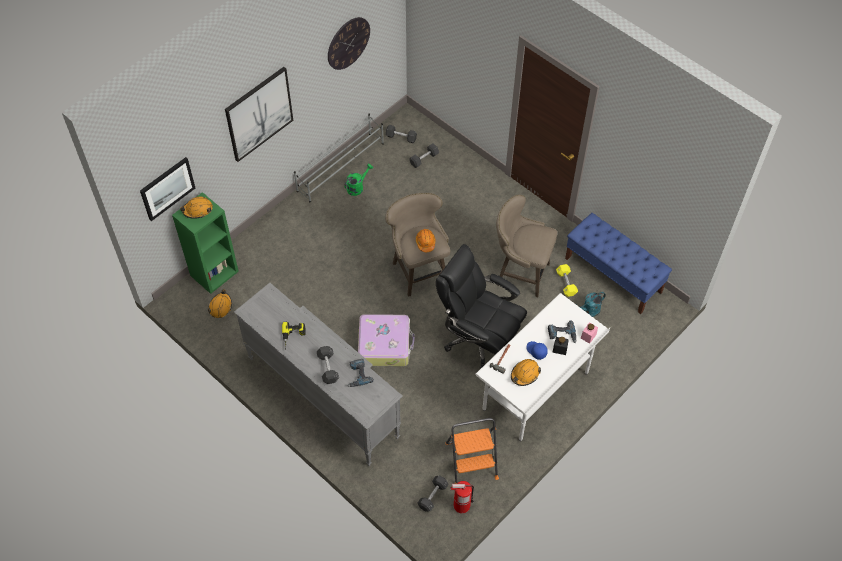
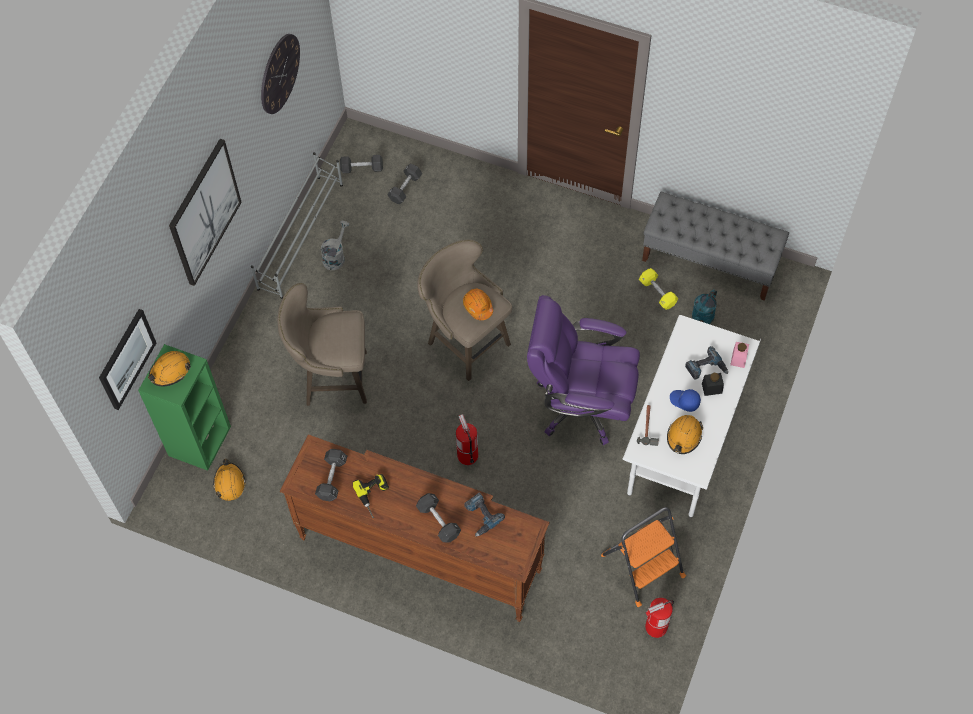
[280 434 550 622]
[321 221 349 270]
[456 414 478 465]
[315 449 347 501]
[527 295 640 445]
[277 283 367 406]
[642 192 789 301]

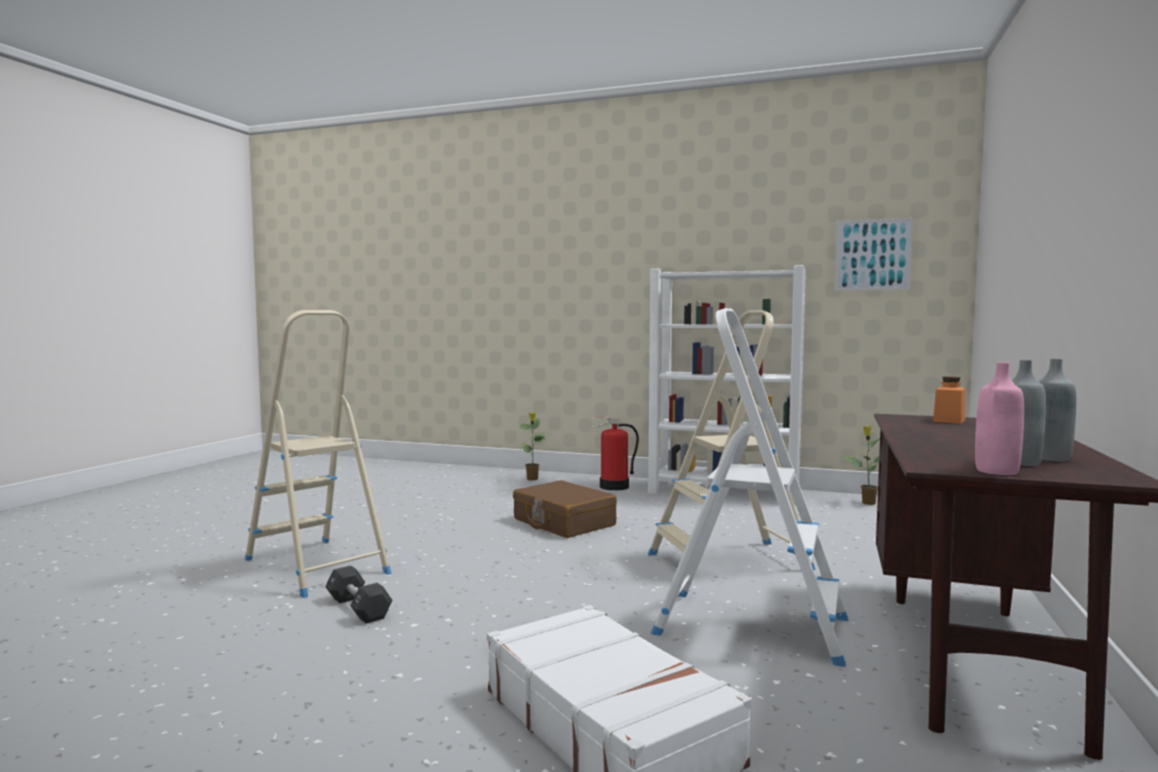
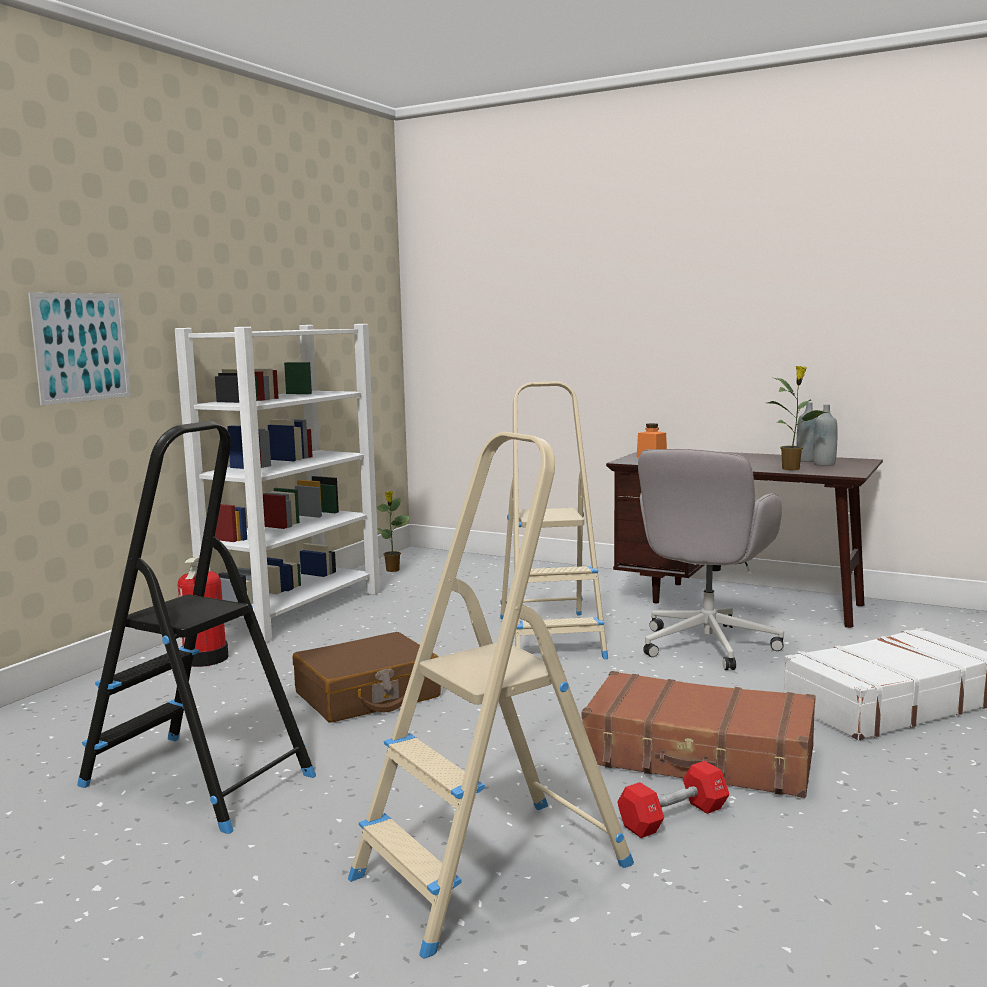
[618 761 730 838]
[768 366 828 470]
[638 449 784 670]
[28 292 131 405]
[975 362 1024 475] (first image)
[77 421 316 834]
[581 671 816 798]

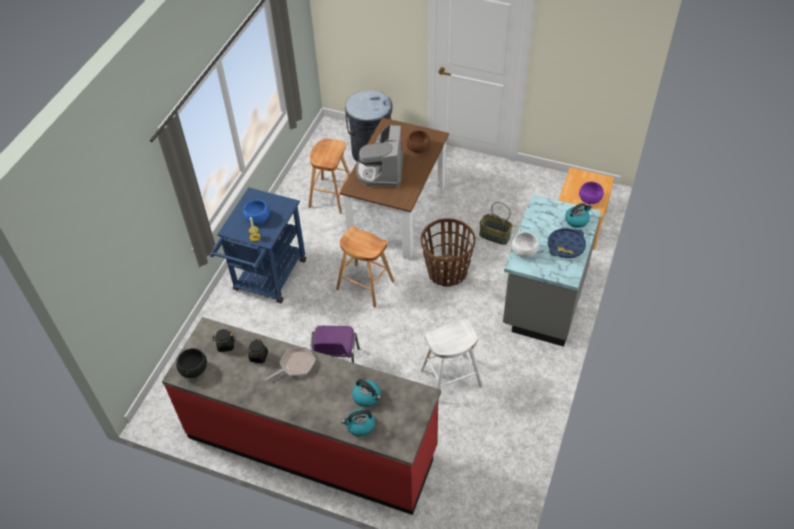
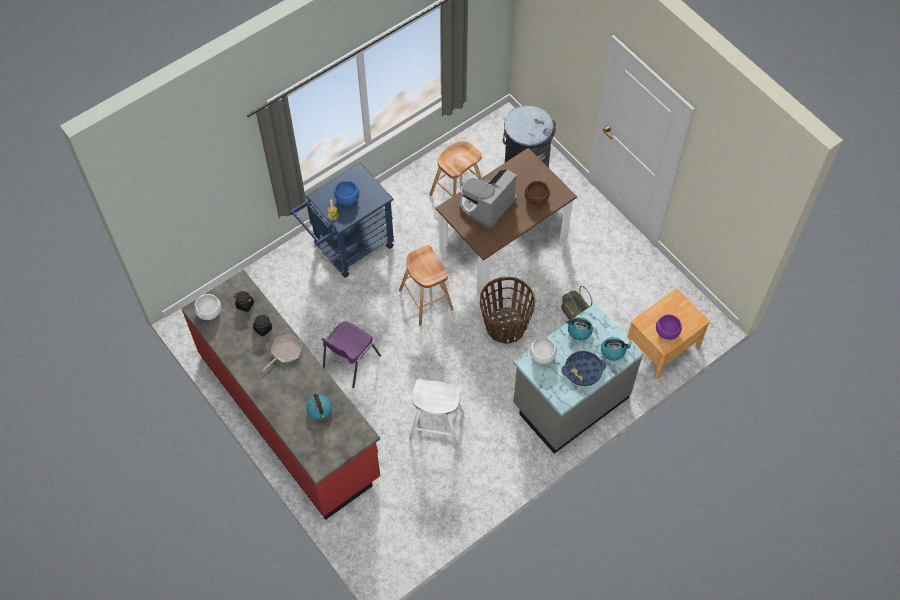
[194 294 221 320]
[261 334 303 372]
[566 317 593 340]

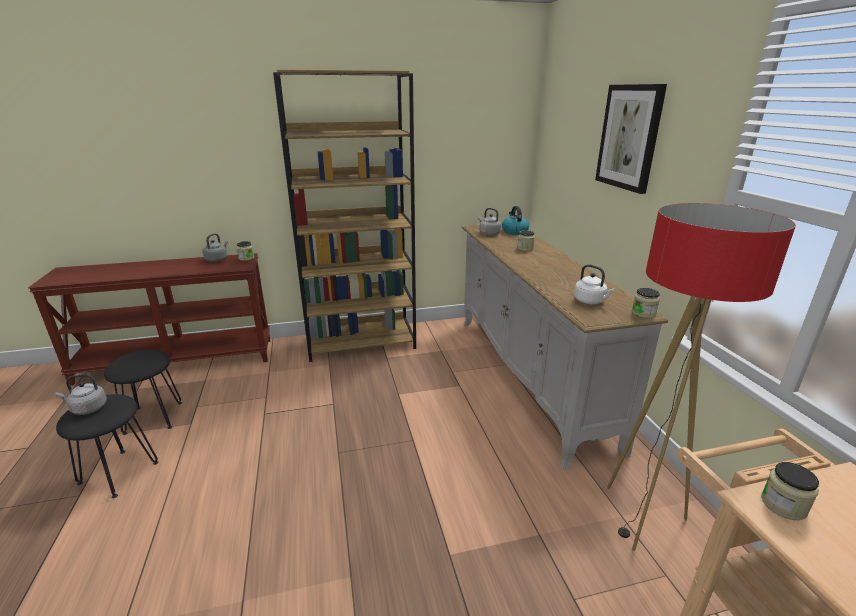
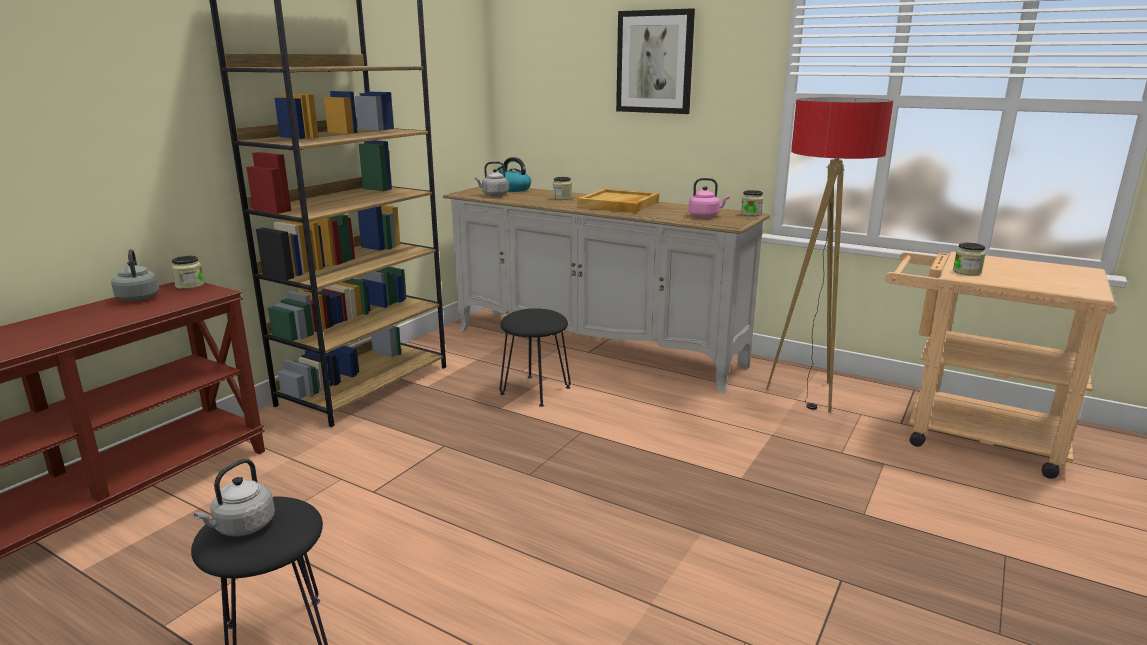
[499 308 571 407]
[688 178 730 218]
[577 189 659 213]

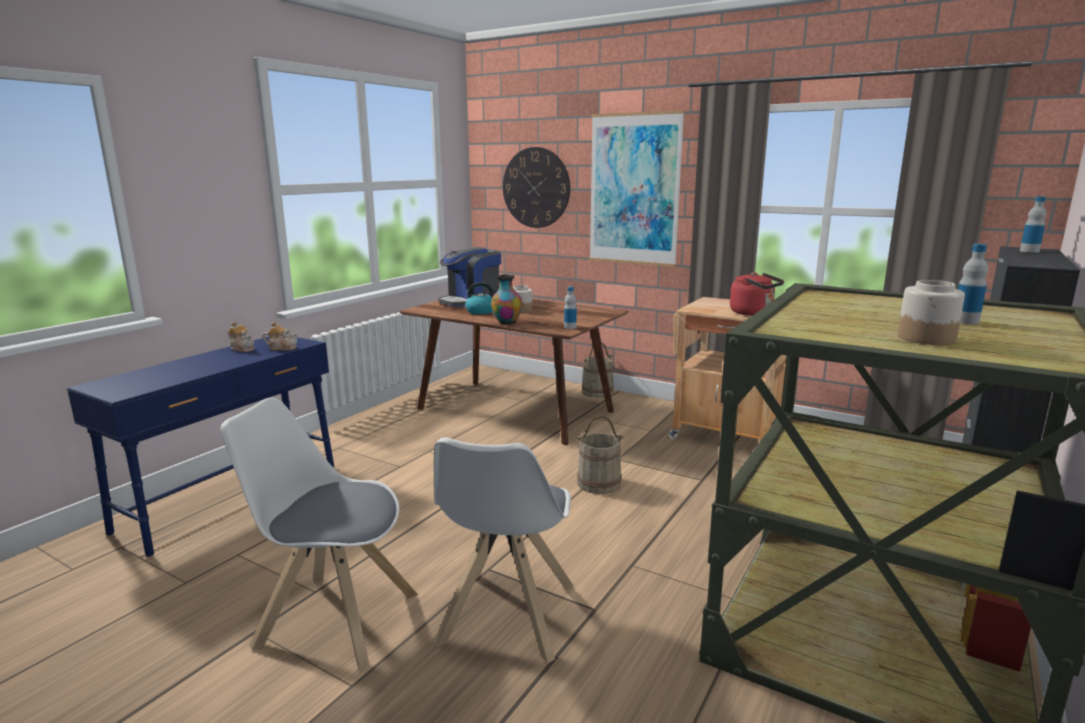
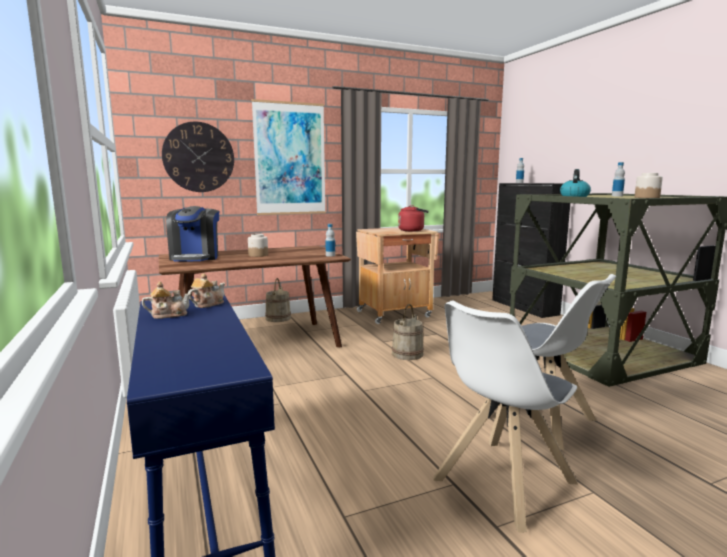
[560 169 591 197]
[491 274 522 325] (first image)

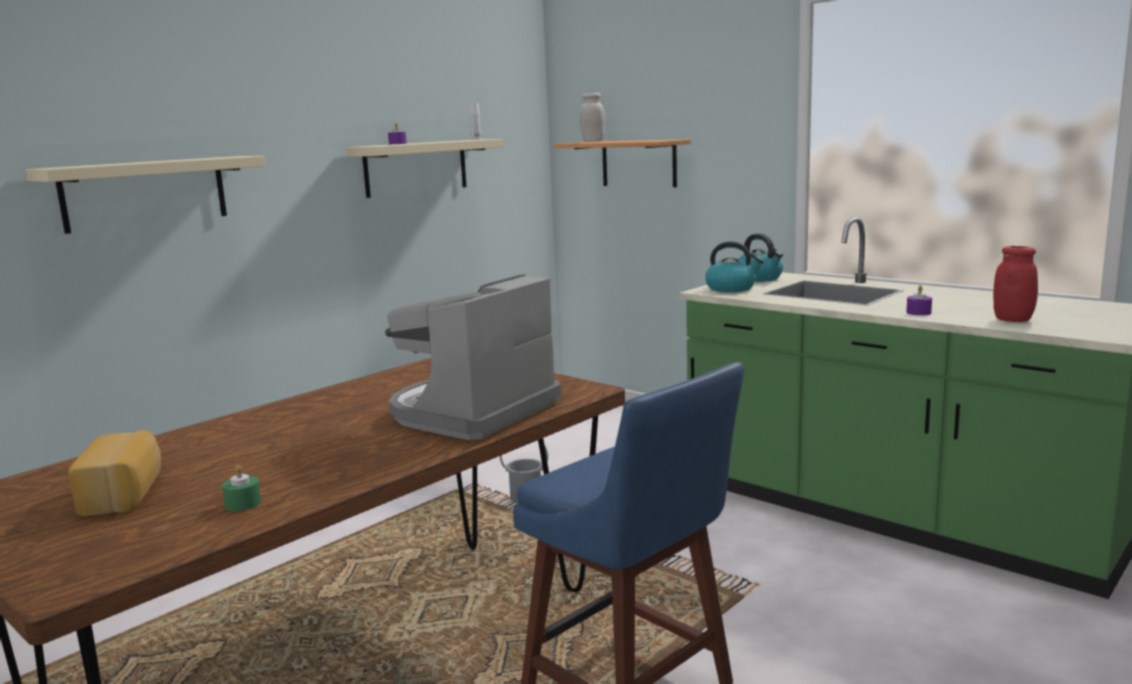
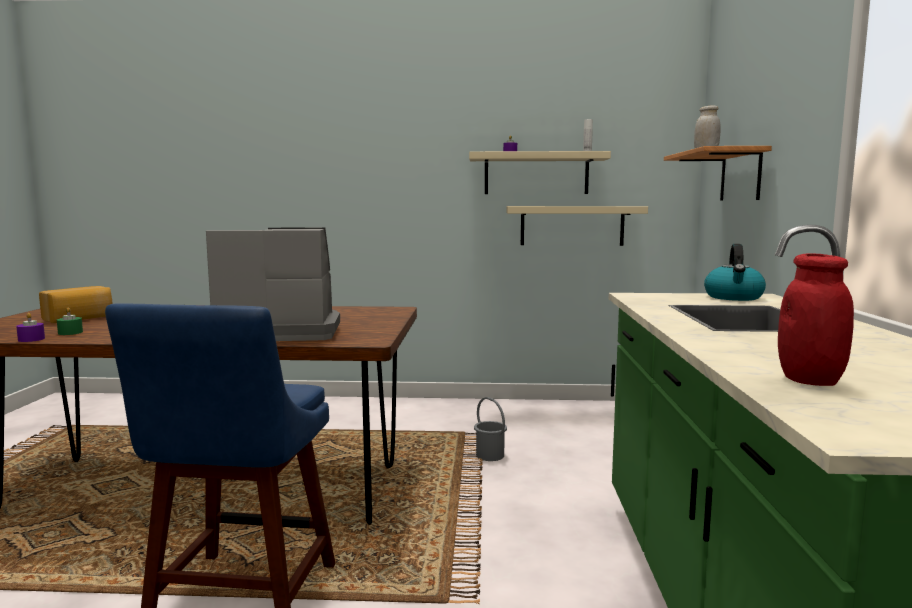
[506 206 648 246]
[705 241 764 292] (first image)
[16 313 45 342]

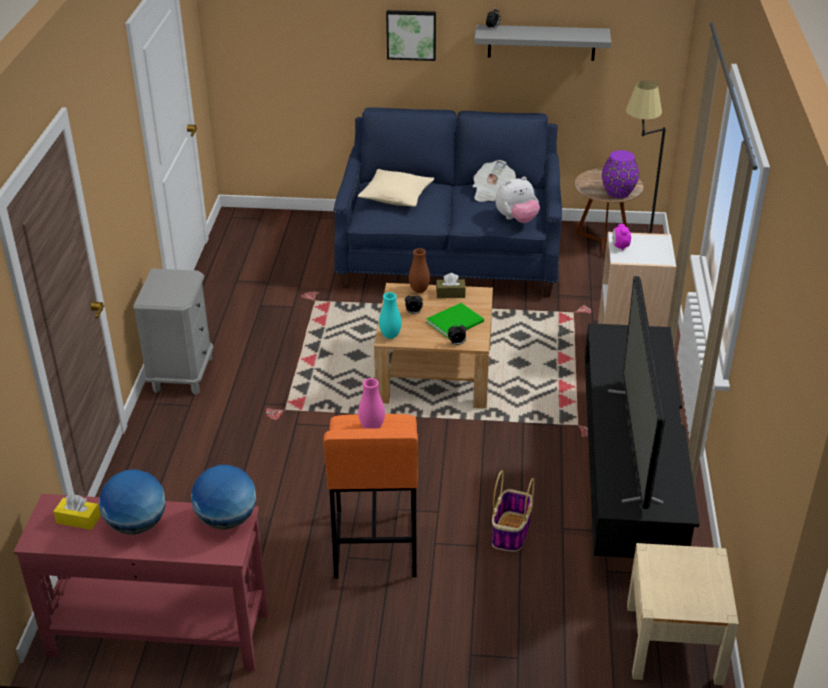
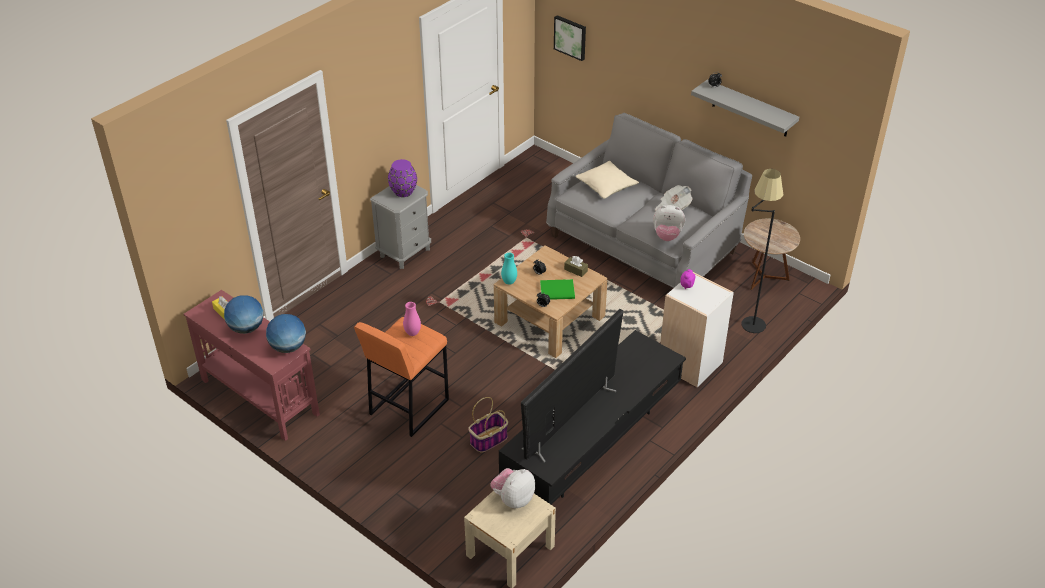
[546 113 752 288]
[554 15 586 61]
[409 248 430 293] (first image)
[388 159 417 197]
[490 468 535 508]

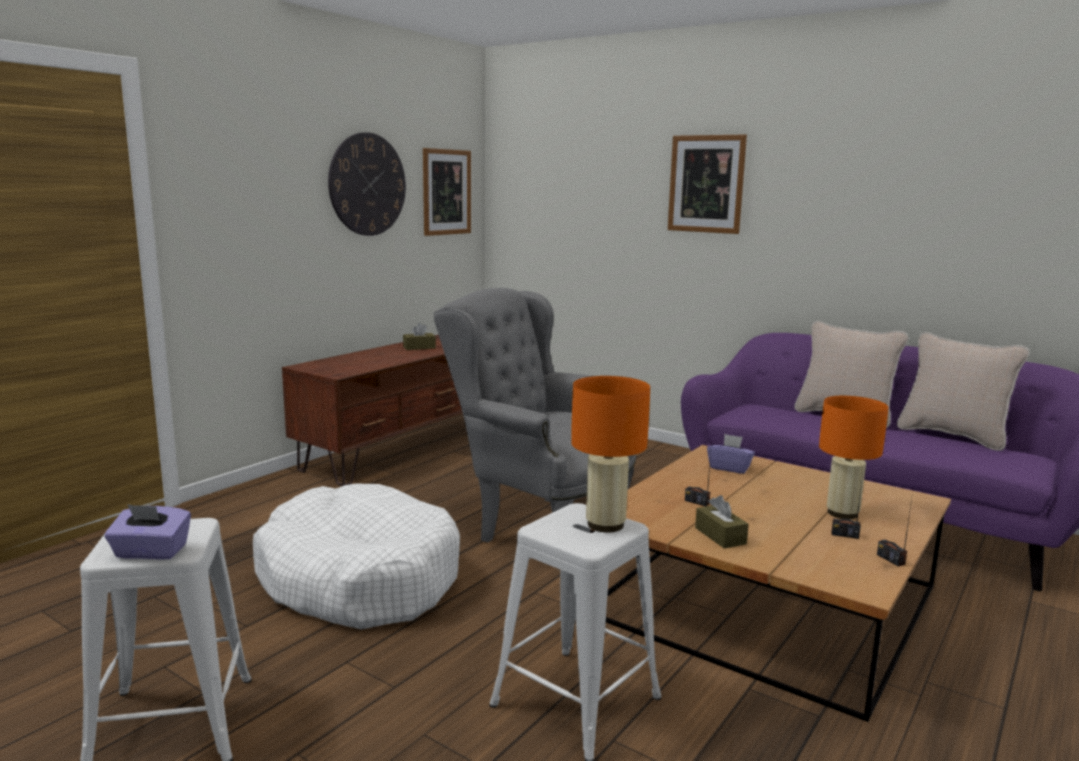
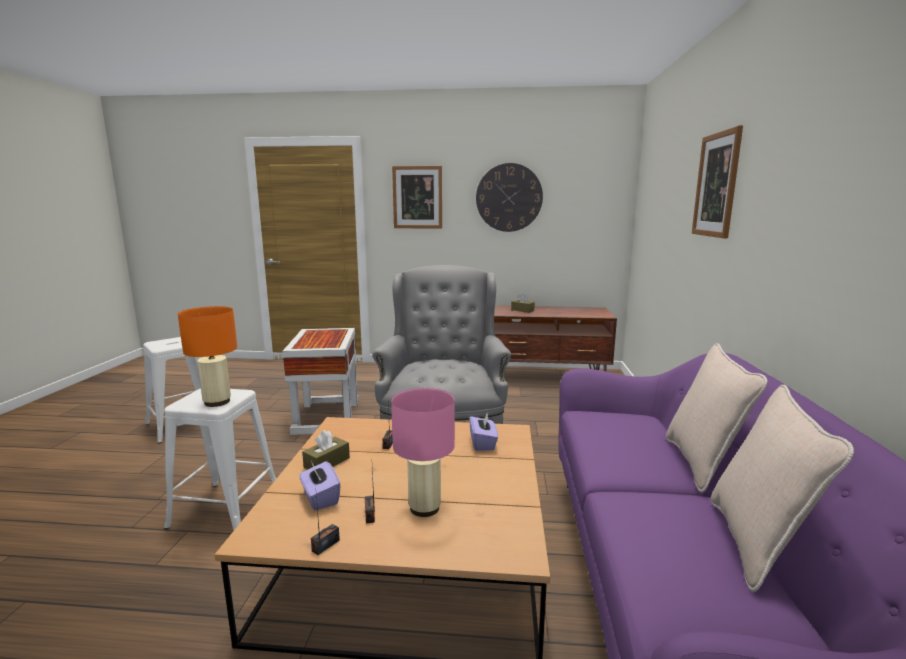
[299 461 341 511]
[282 328 359 435]
[392 166 442 228]
[391 388 455 517]

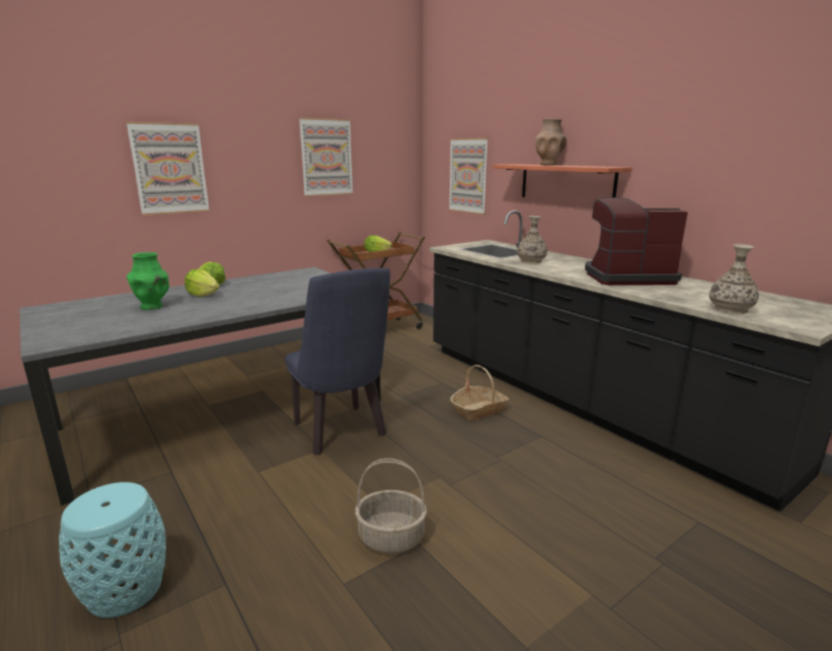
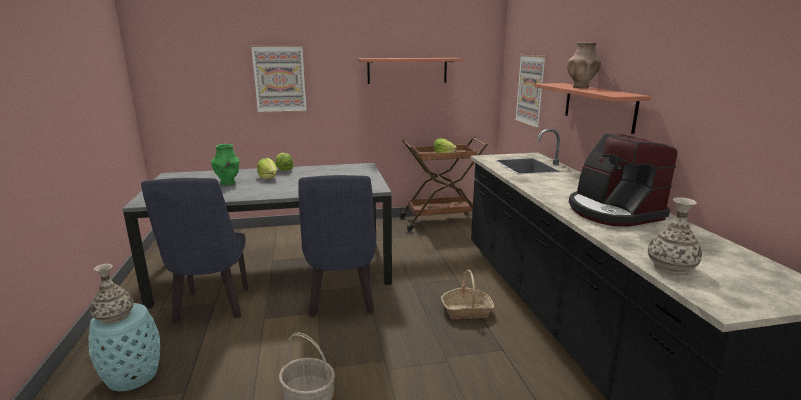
[358 58 463 84]
[90 264 133 324]
[569 134 677 227]
[141 178 248 323]

